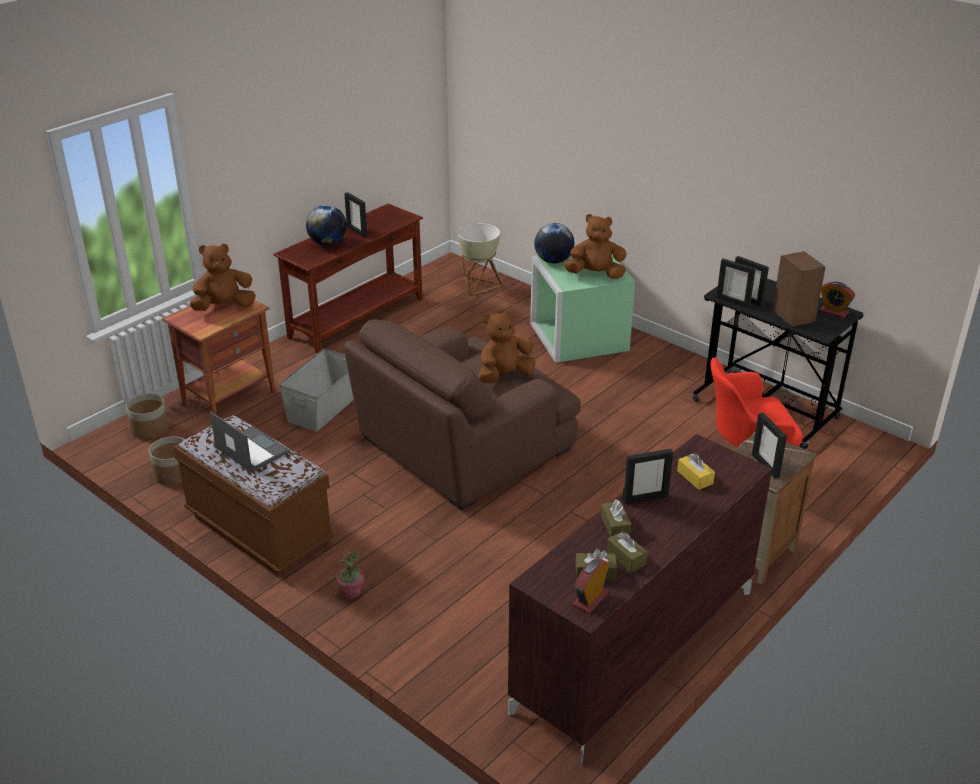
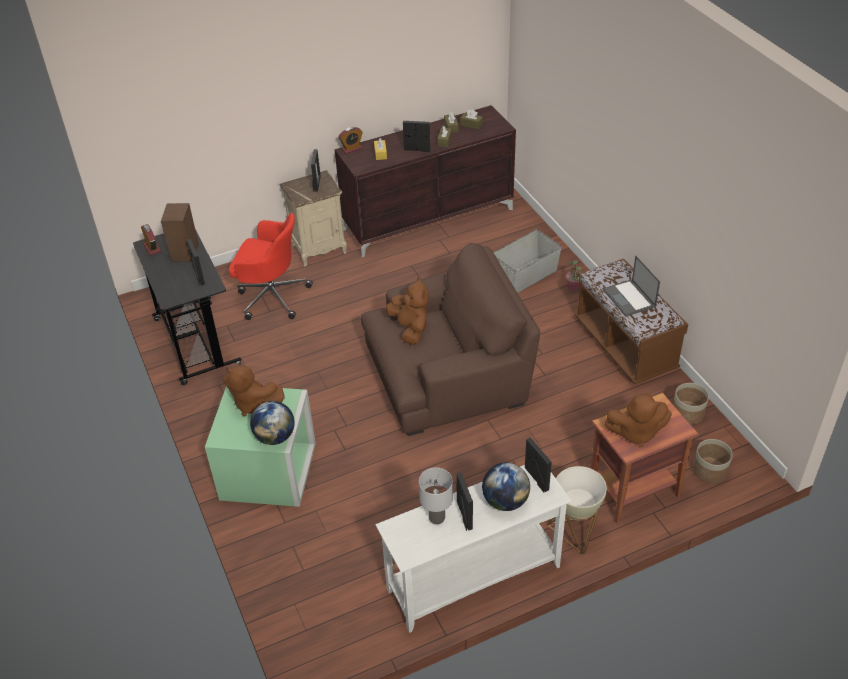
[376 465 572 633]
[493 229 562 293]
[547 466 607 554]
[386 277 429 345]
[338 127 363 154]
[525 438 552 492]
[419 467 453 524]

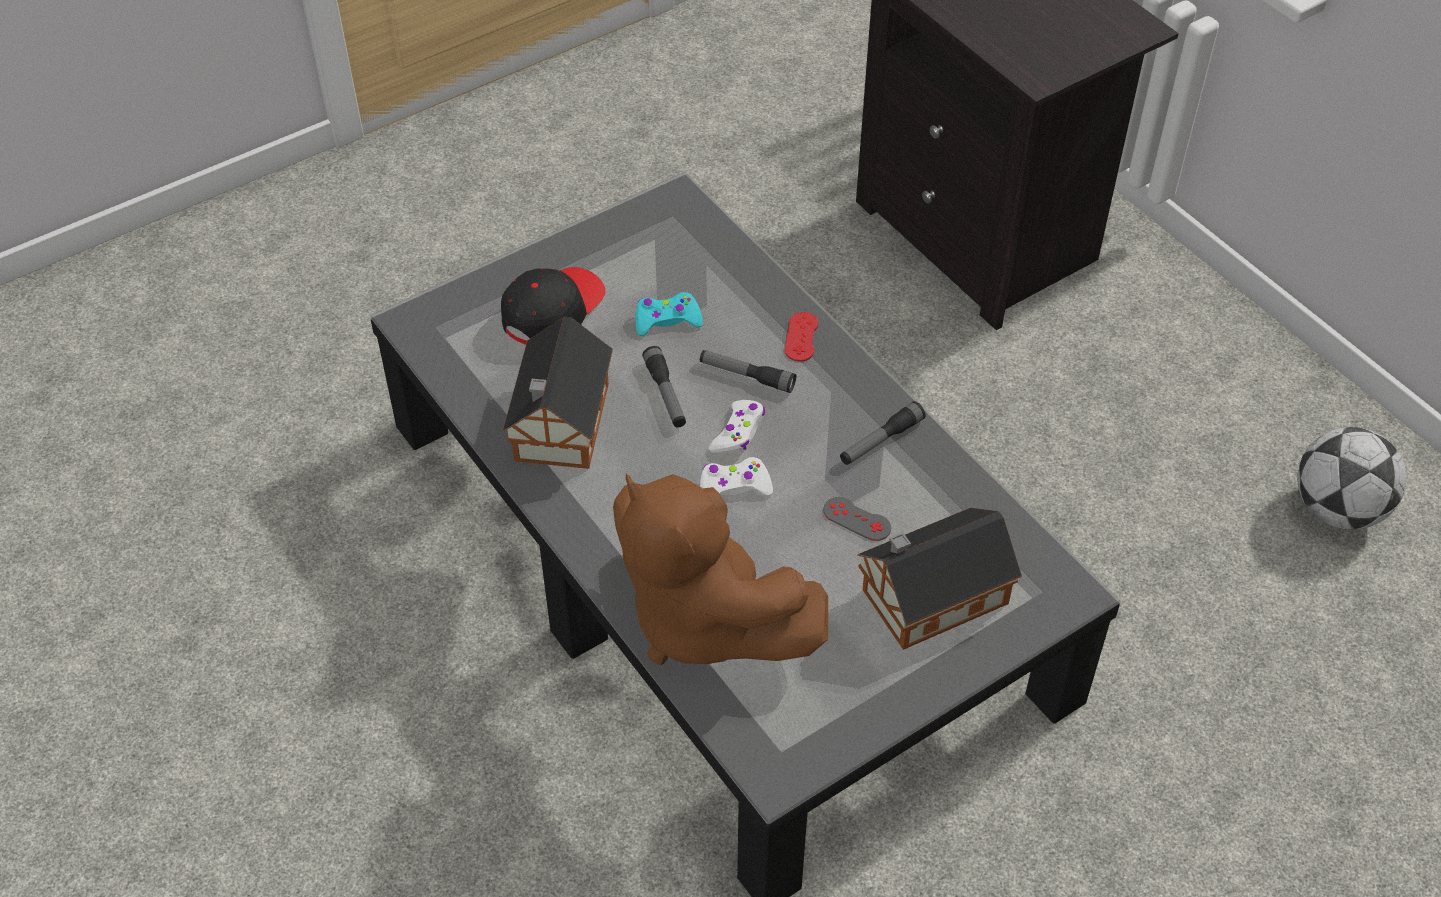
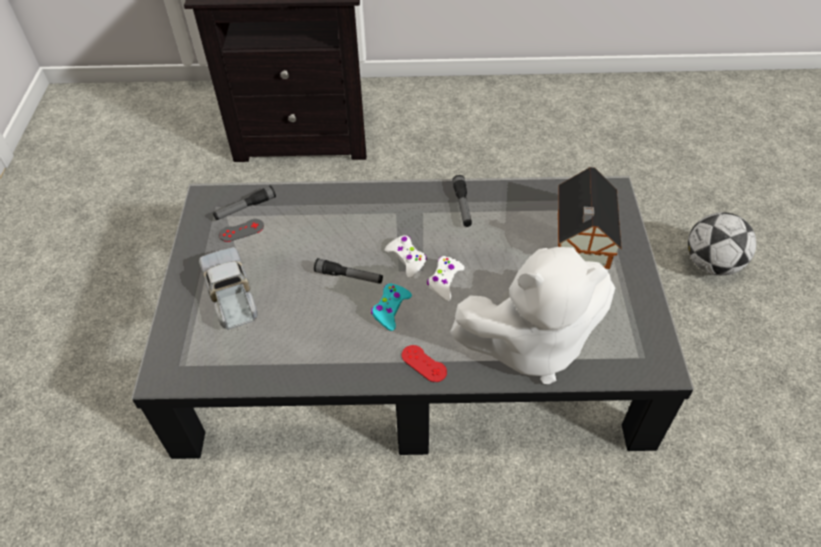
[199 247 258 330]
[503 317 613 469] (first image)
[450 247 615 384]
[371 283 412 331]
[213 185 276 220]
[402 345 447 382]
[219 219 264 242]
[688 212 756 276]

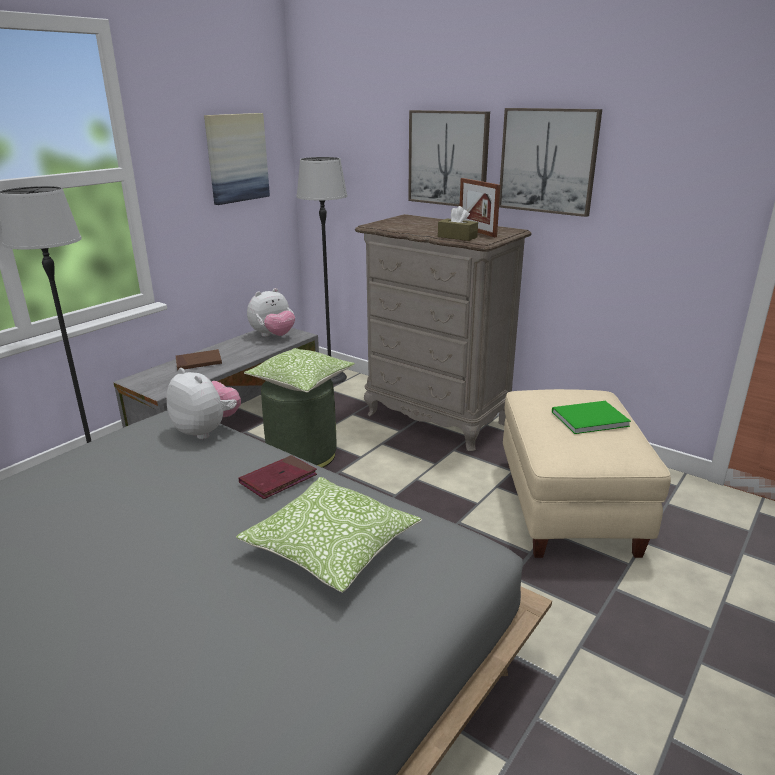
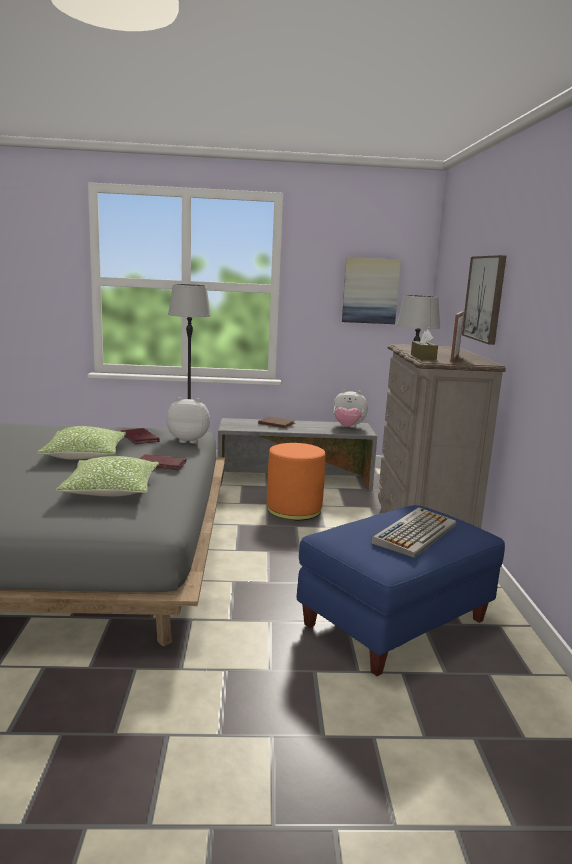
[166 397 210 444]
[37 426 126 459]
[267 443 325 520]
[499 108 602 217] (first image)
[297 505 505 676]
[371 507 456 558]
[121 428 160 444]

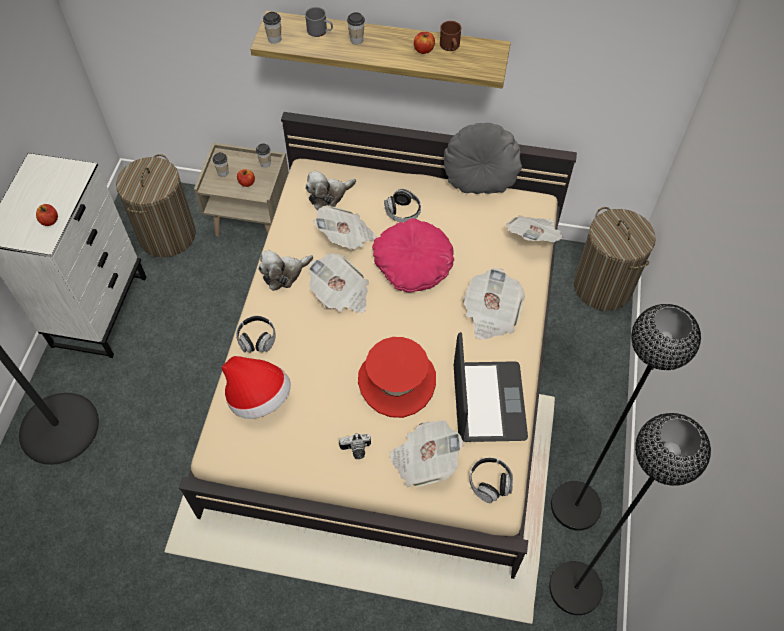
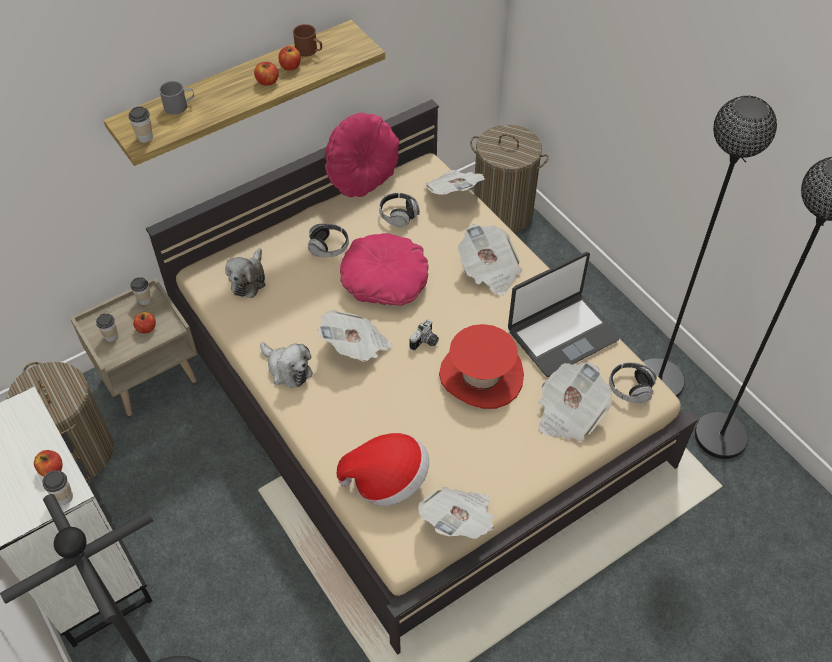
[379 193 420 228]
[260 342 313 388]
[418 487 494 539]
[409 319 439 350]
[42 470 73 505]
[325 113 399 197]
[508 252 620 377]
[254 62 279 86]

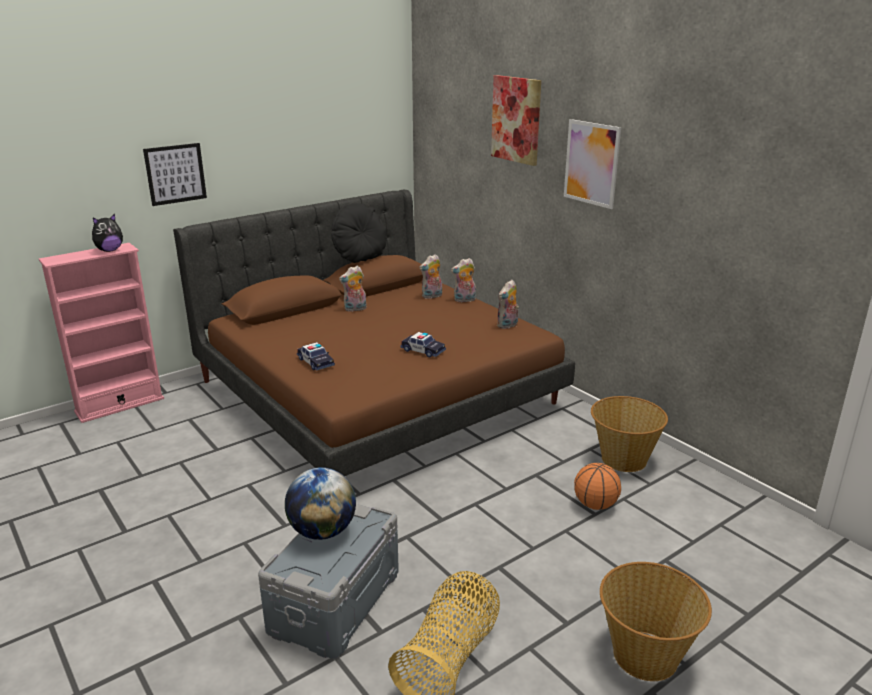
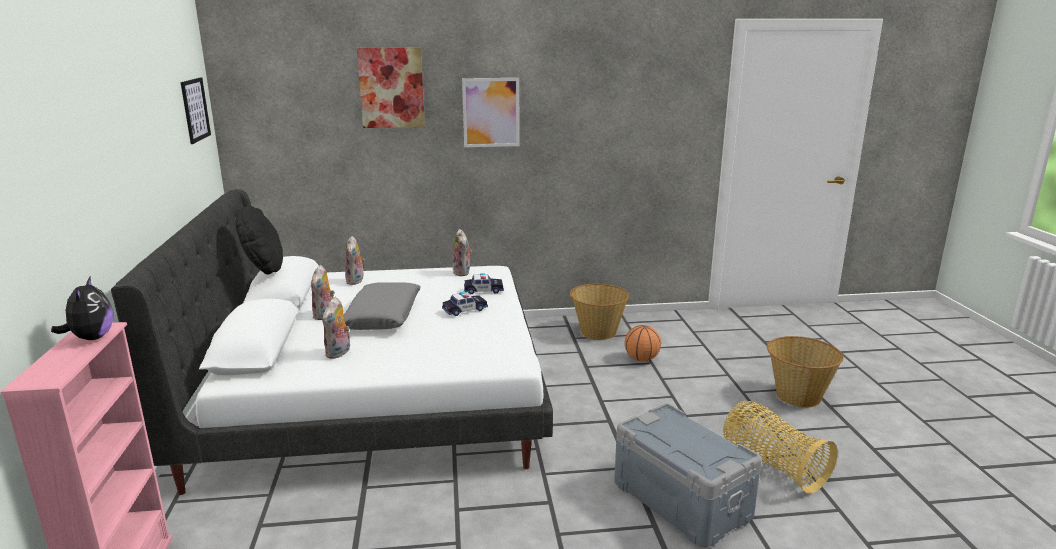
[181 78 211 144]
[111 190 553 495]
[285 467 356 540] (first image)
[464 273 504 294]
[322 297 350 359]
[344 282 421 330]

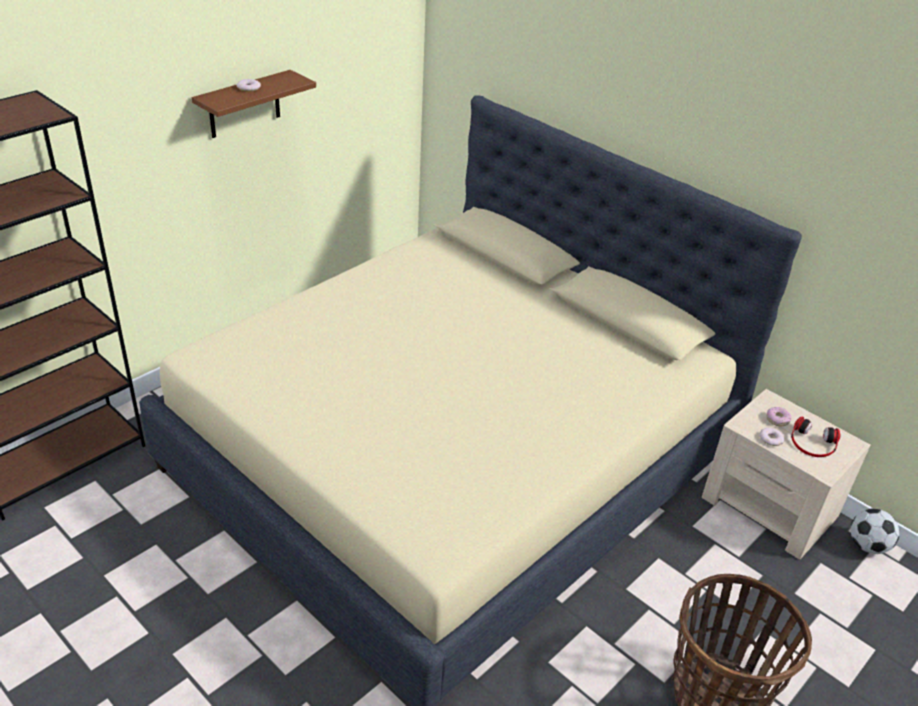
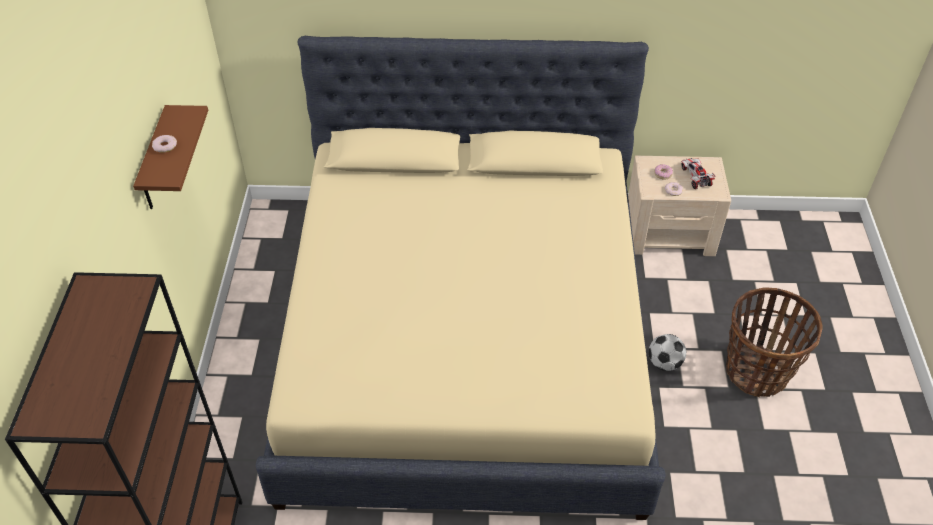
[681 158 715 189]
[649 334 686 371]

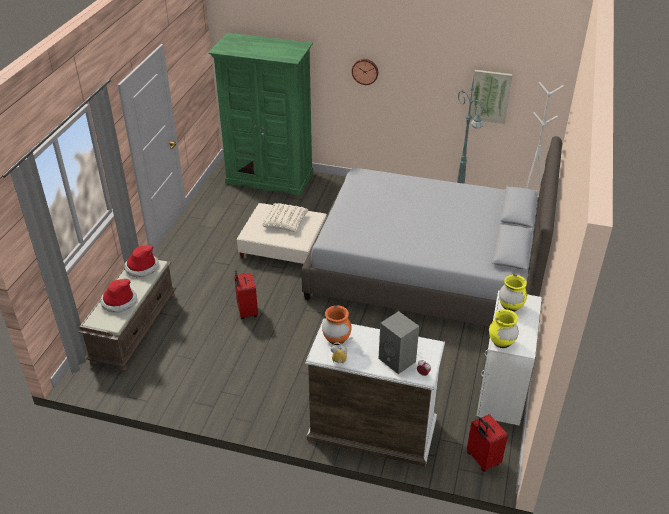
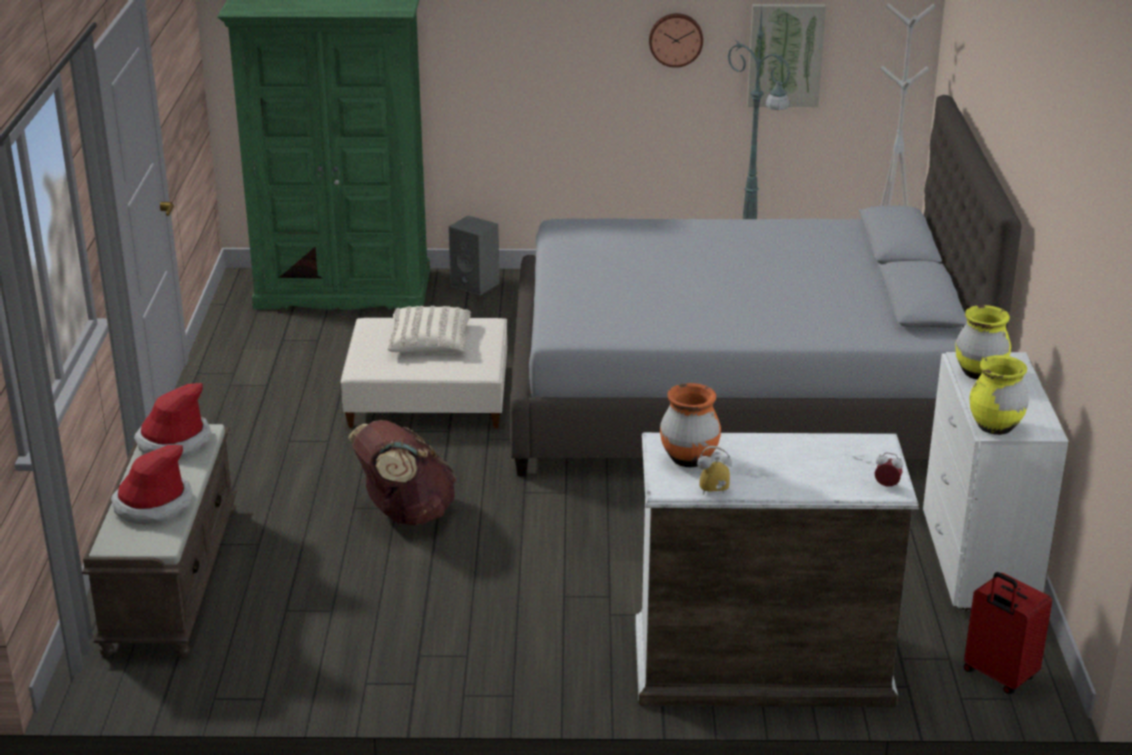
[348 420 457 525]
[649 13 703 68]
[448 215 500 295]

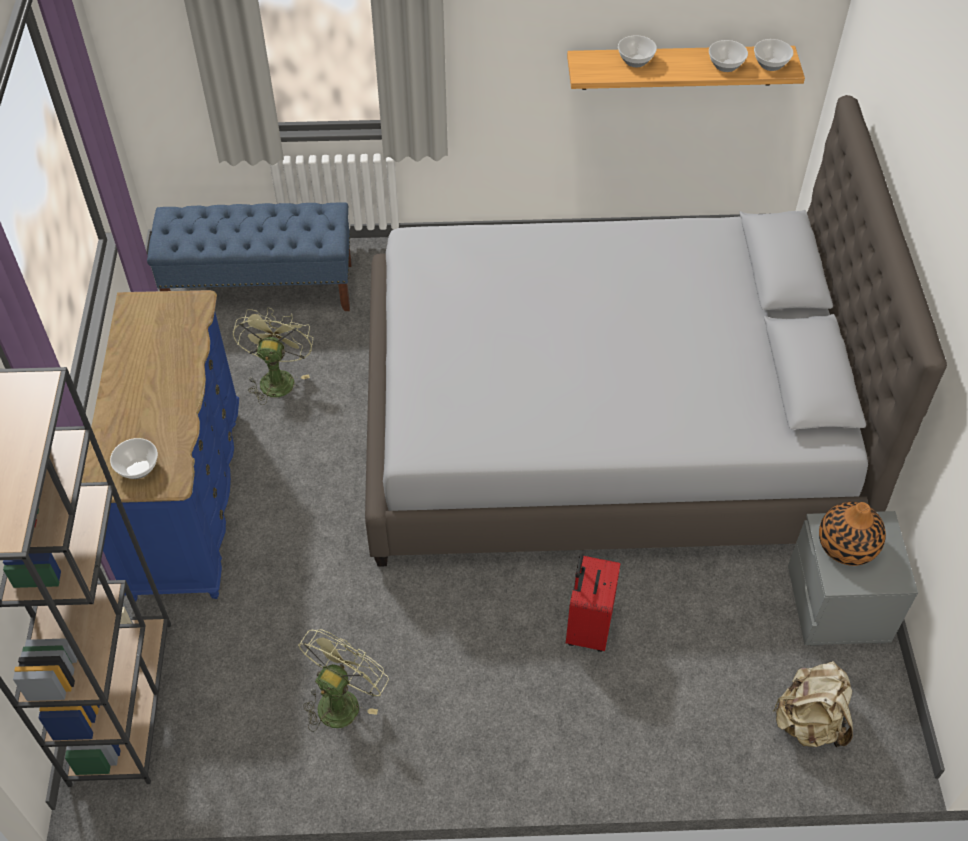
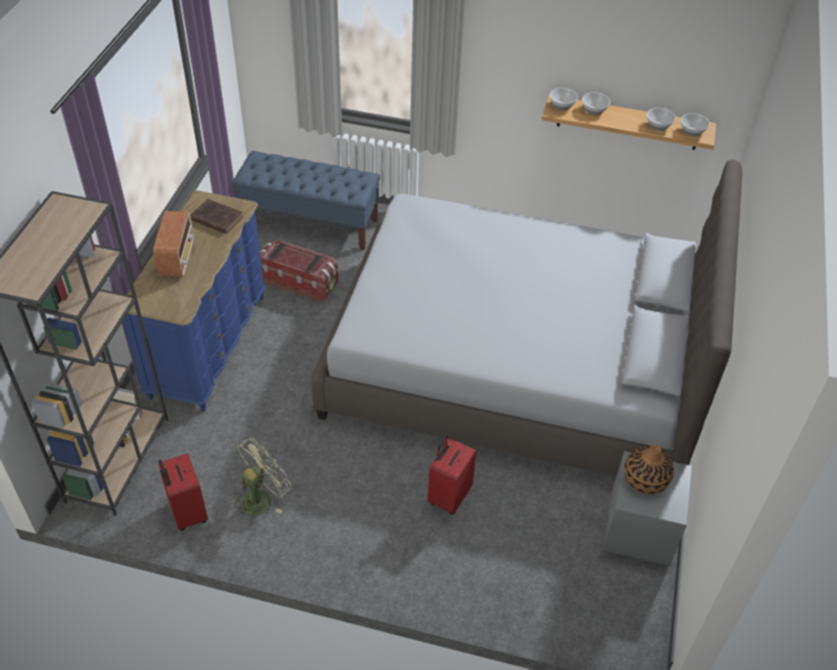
[550 88 578 110]
[260 240 338 302]
[773 661 853 747] (first image)
[153 211 194 277]
[158 453 208 531]
[191 199 243 234]

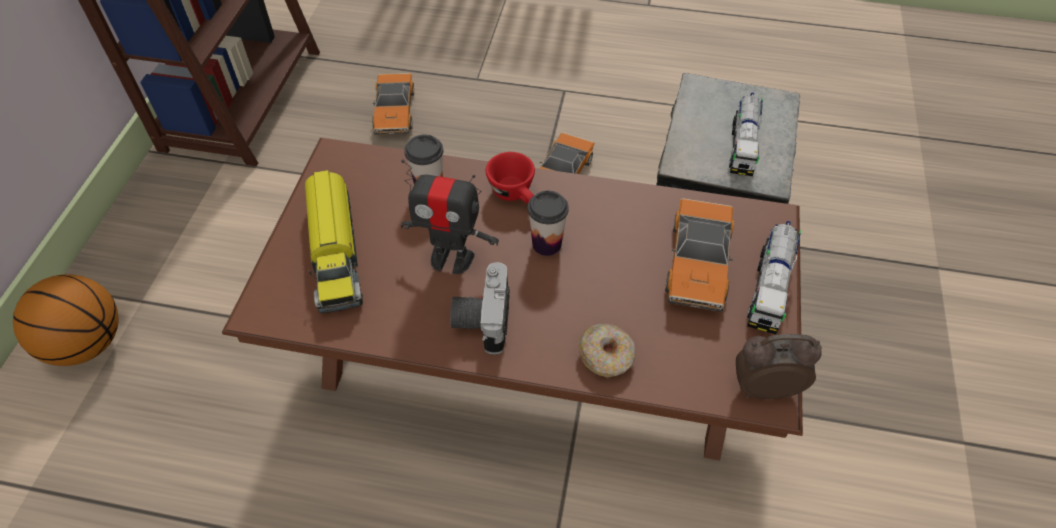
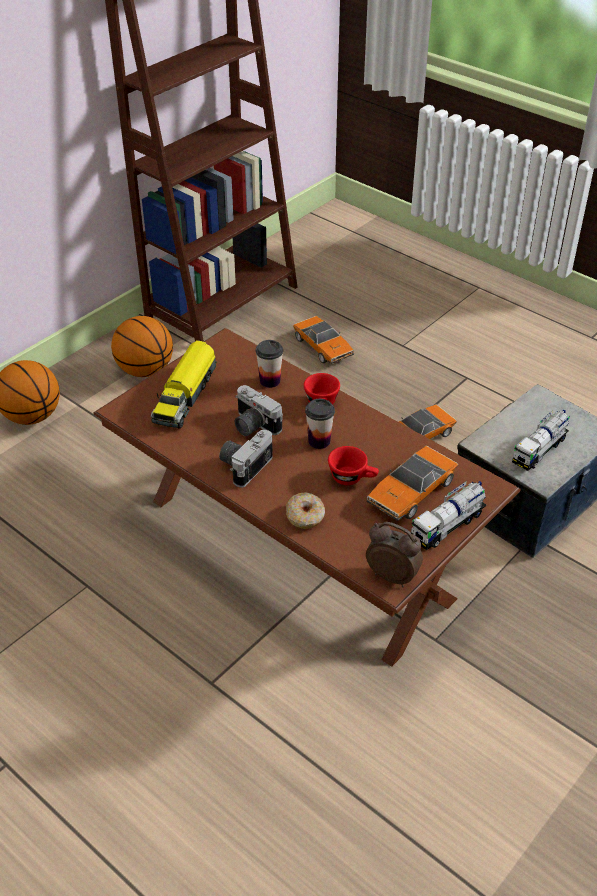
[293 316 354 364]
[234 385 283 436]
[111 316 173 377]
[328 446 379 485]

